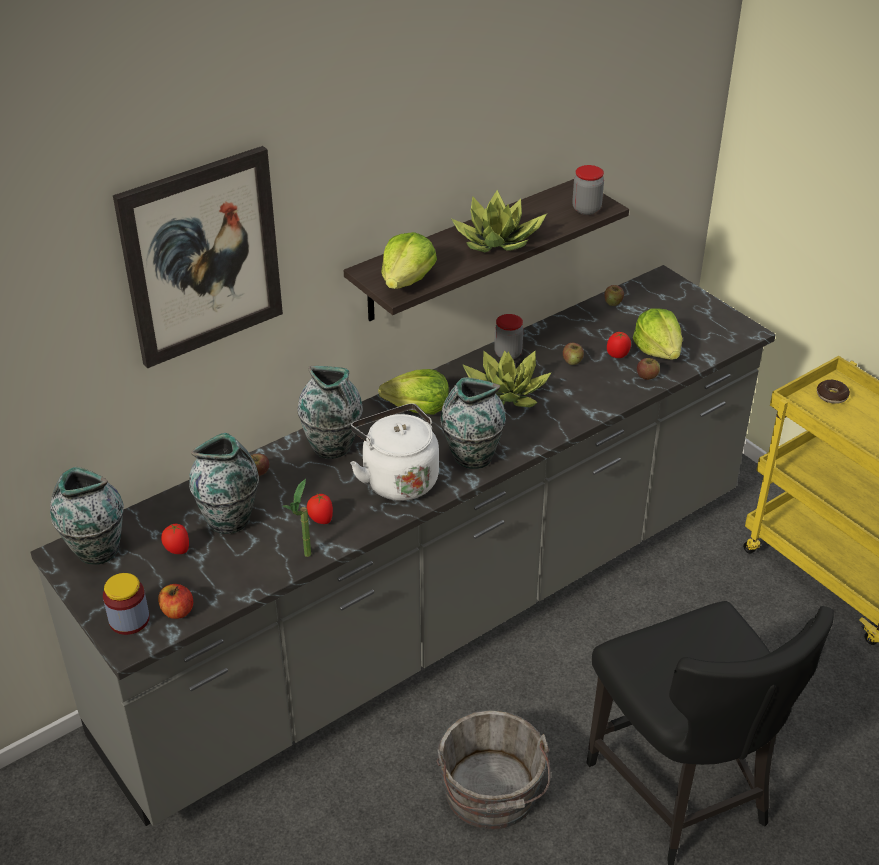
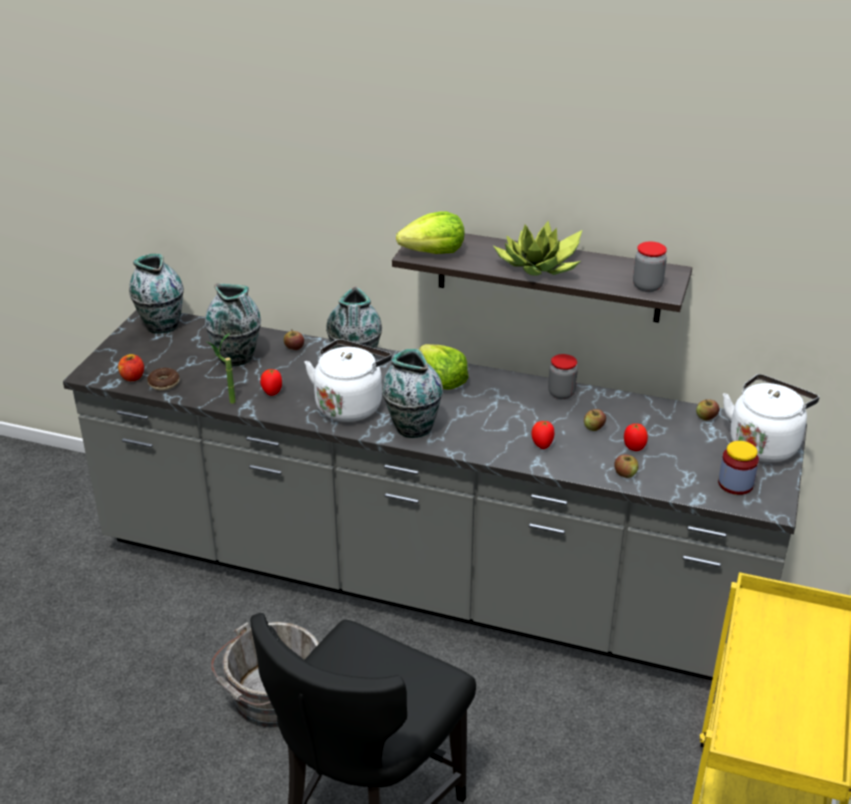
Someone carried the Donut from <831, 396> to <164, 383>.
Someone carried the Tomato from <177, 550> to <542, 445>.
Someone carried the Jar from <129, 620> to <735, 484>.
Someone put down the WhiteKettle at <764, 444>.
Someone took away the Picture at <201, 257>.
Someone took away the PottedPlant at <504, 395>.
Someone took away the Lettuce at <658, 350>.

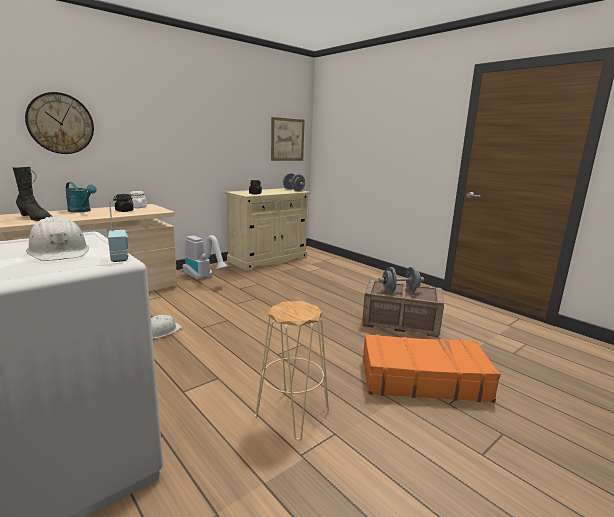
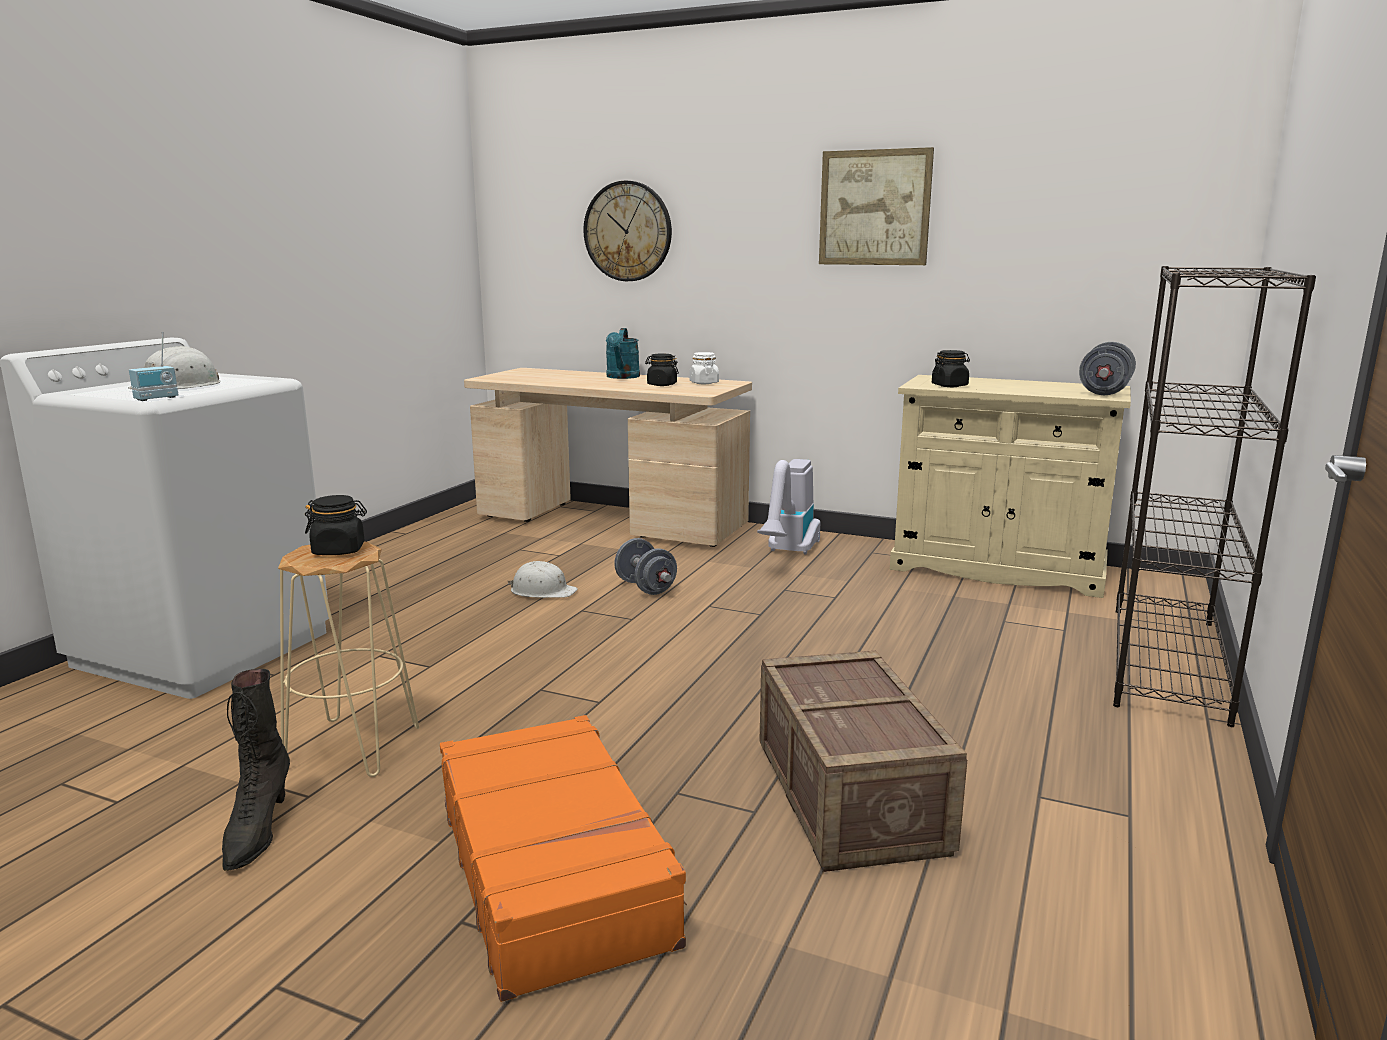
Someone carried the BlackBoot from <35, 218> to <257, 831>.
Someone put down the BlackJar at <339, 550>.
Someone carried the GreyDumbbell from <400, 291> to <645, 587>.
Someone carried the Picture from <287, 139> to <874, 208>.
Someone put down the BlackBookcase at <1168, 662>.

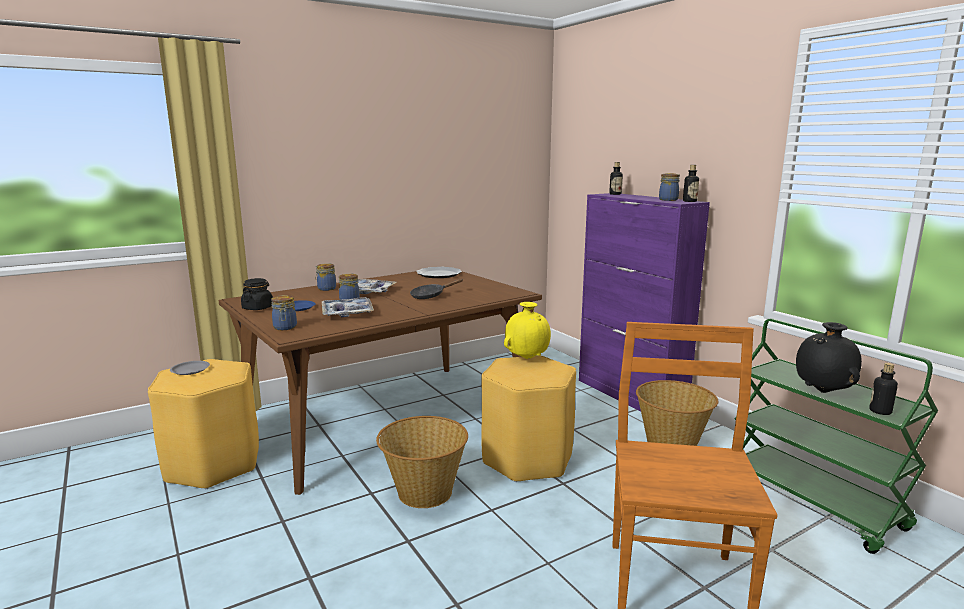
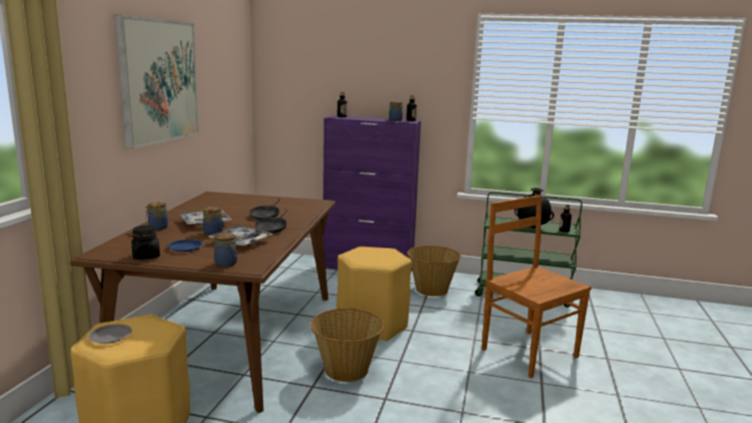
Someone put up the Picture at <159, 81>.
Someone put down the BlackFryingPan at <272, 229>.
Someone took away the Plate at <439, 274>.
Someone took away the YellowVase at <527, 358>.

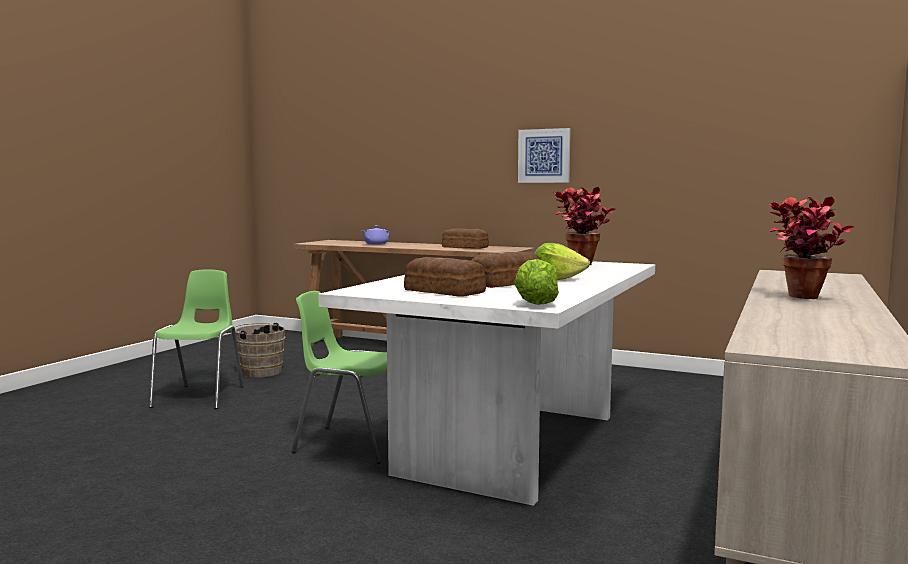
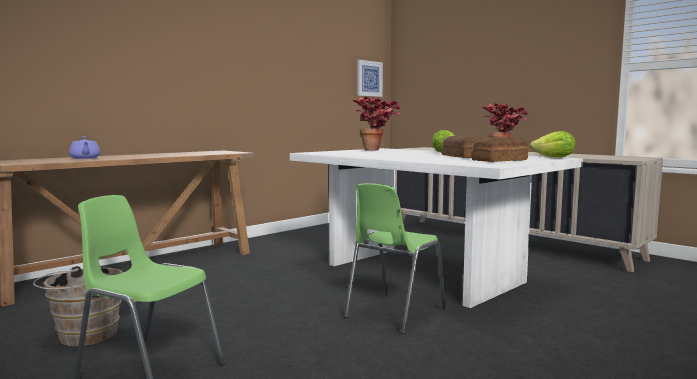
Someone carried the Picture from <544, 156> to <369, 78>.
Someone took away the Bread at <464, 247>.

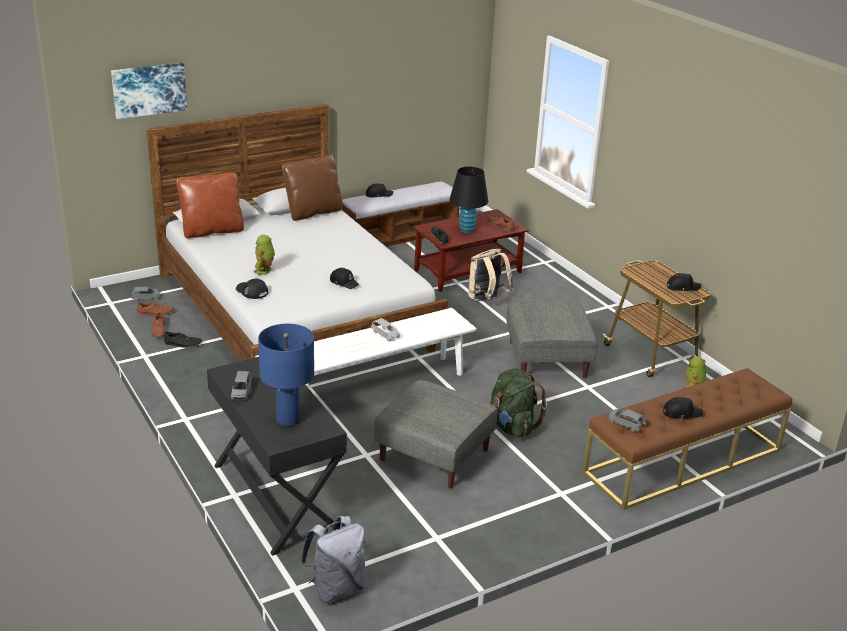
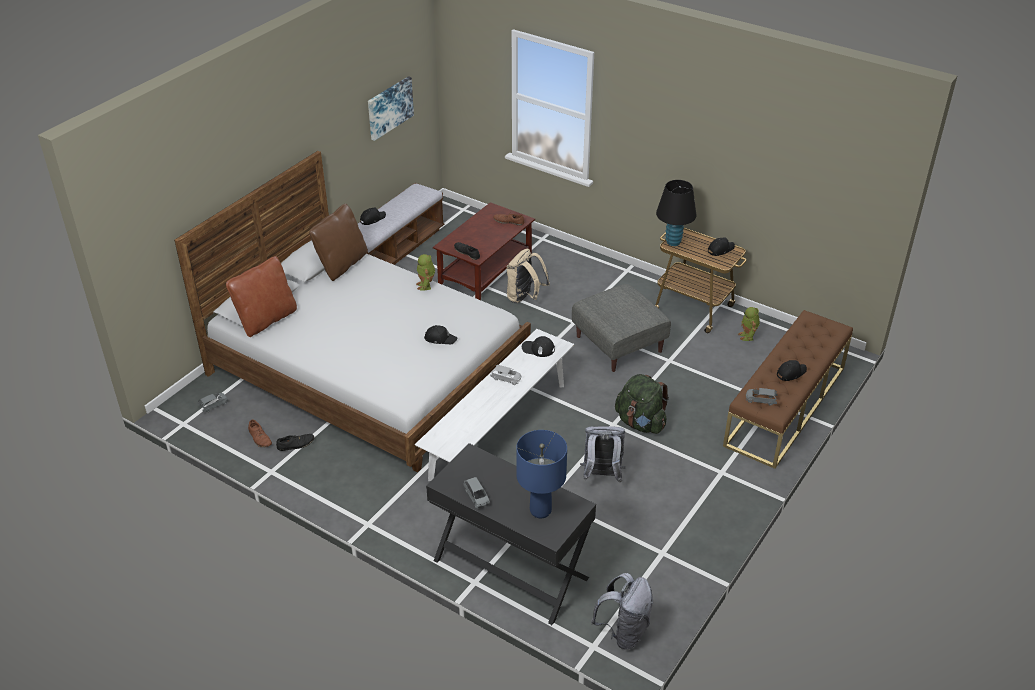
Someone carried the Picture from <149, 89> to <389, 107>.
Someone carried the ToyRobot from <265, 271> to <426, 285>.
Someone carried the BlackCap from <252, 291> to <538, 349>.
Someone swapped the GreyOttoman at <433, 455> for the GreyBackpack at <601, 476>.
Someone carried the BlackTableLamp from <467, 230> to <673, 242>.
Someone took away the BrownShoe at <156, 313>.

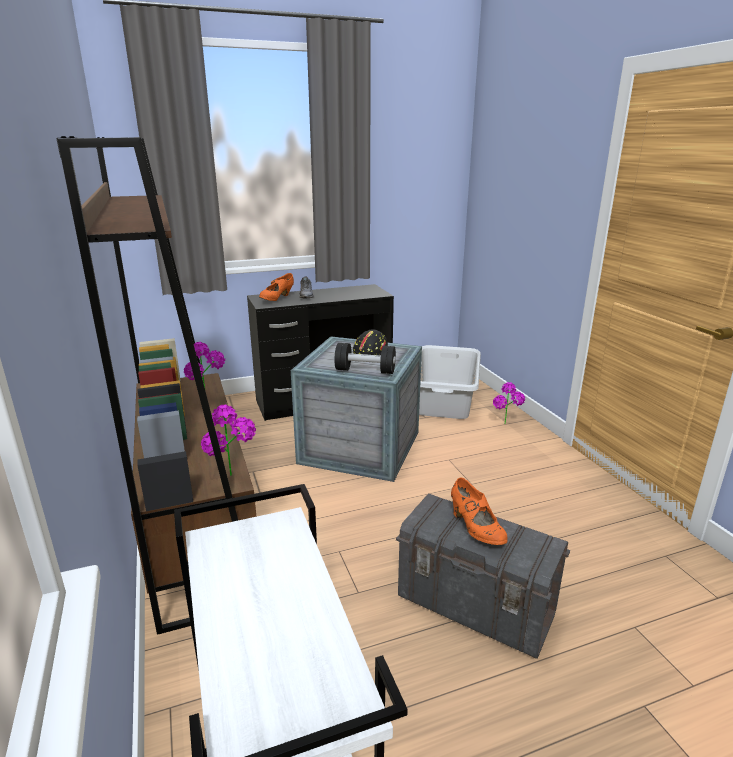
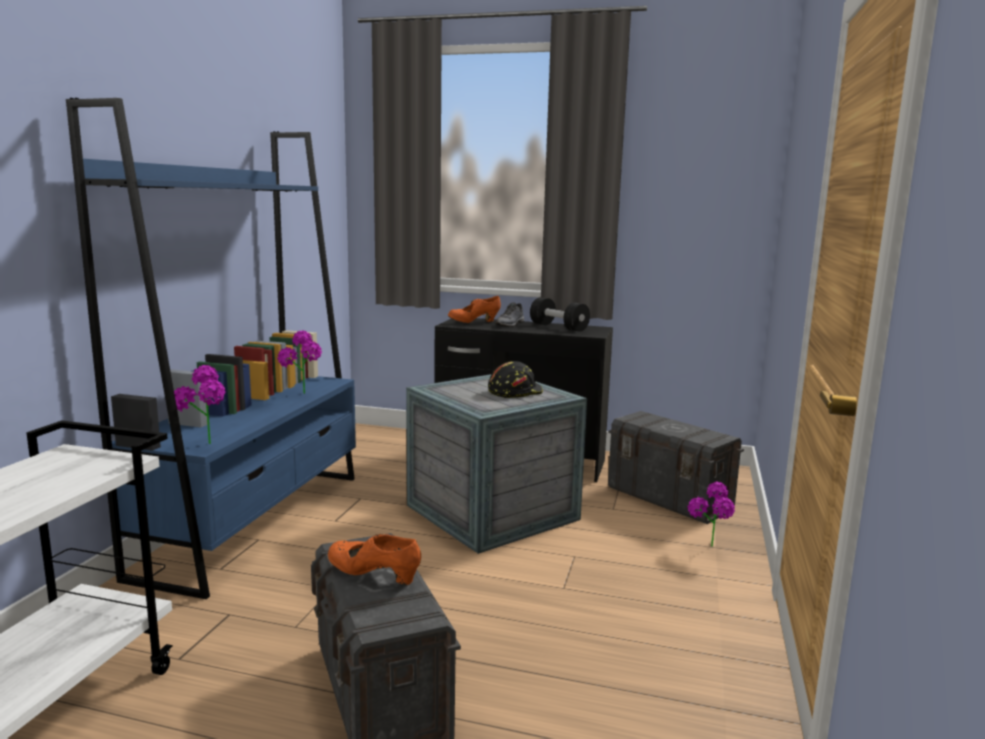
Someone repainted the BrownBookcase at <198, 525>, which became the BlueBookcase at <255, 522>.
Someone rotated the OrangeShoe at <475, 529> by 105 degrees clockwise.
Someone carried the BlackDumbbell from <365, 370> to <558, 327>.
Someone swapped the GreyLaundryBasket at <445, 399> for the GreyStorageBox at <669, 499>.

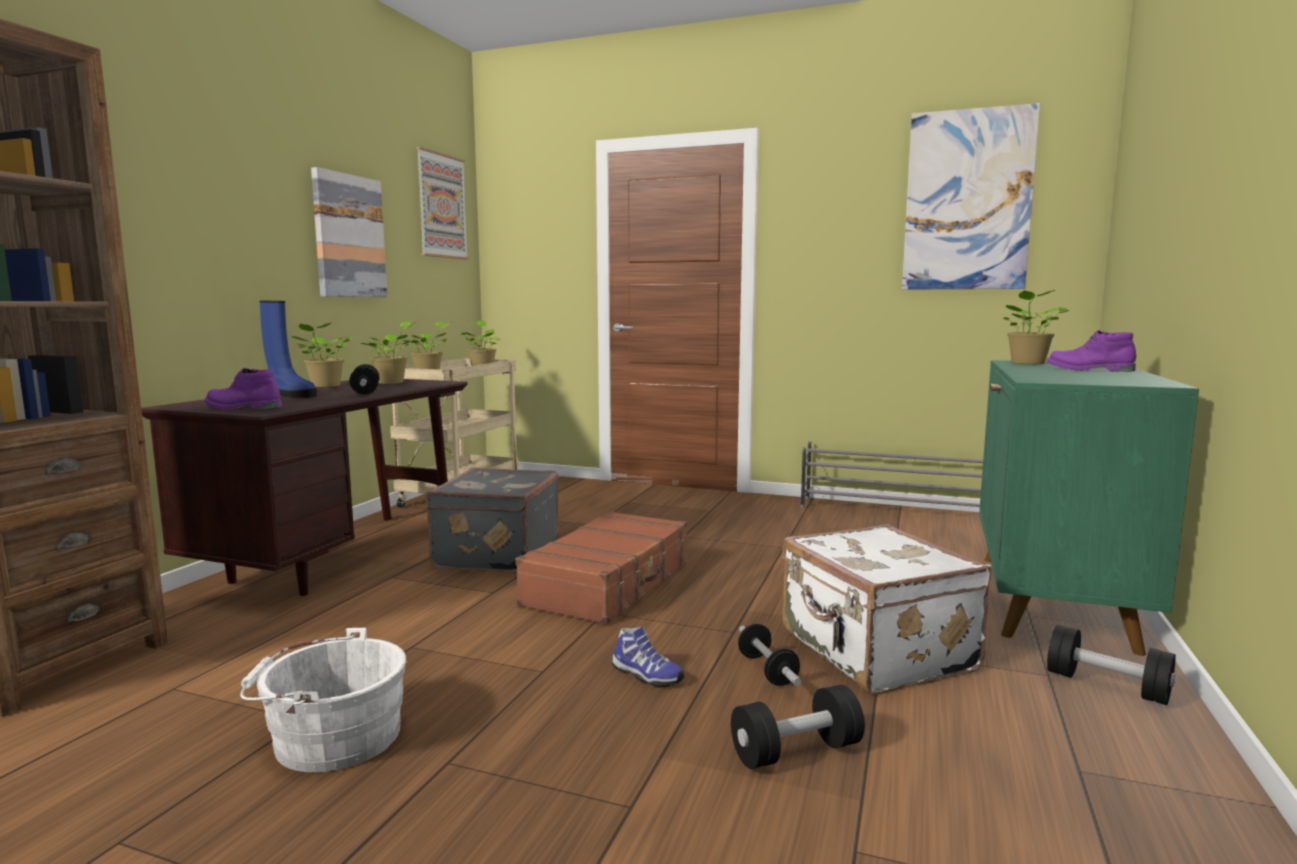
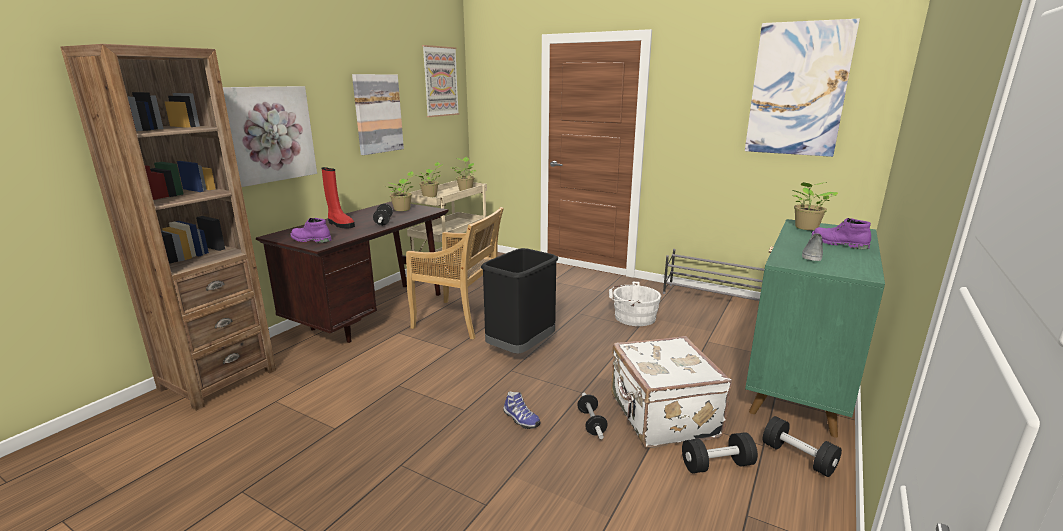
Someone put up the Picture at <268, 134>.
Someone repainted the BlueBoot at <289, 395>, which became the RedBoot at <340, 224>.
Someone swapped the GreySuitcase at <495, 554> for the BeigeChair at <460, 319>.
Someone swapped the BrownSuitcase at <610, 584> for the BlackTrashCan at <520, 348>.
Someone carried the WhiteBucket from <330, 737> to <632, 317>.
Someone carried the BlackDumbbell from <796, 751> to <717, 465>.
Someone put down the GreyShoe at <812, 254>.
Someone took away the PottedPlant at <324, 386>.

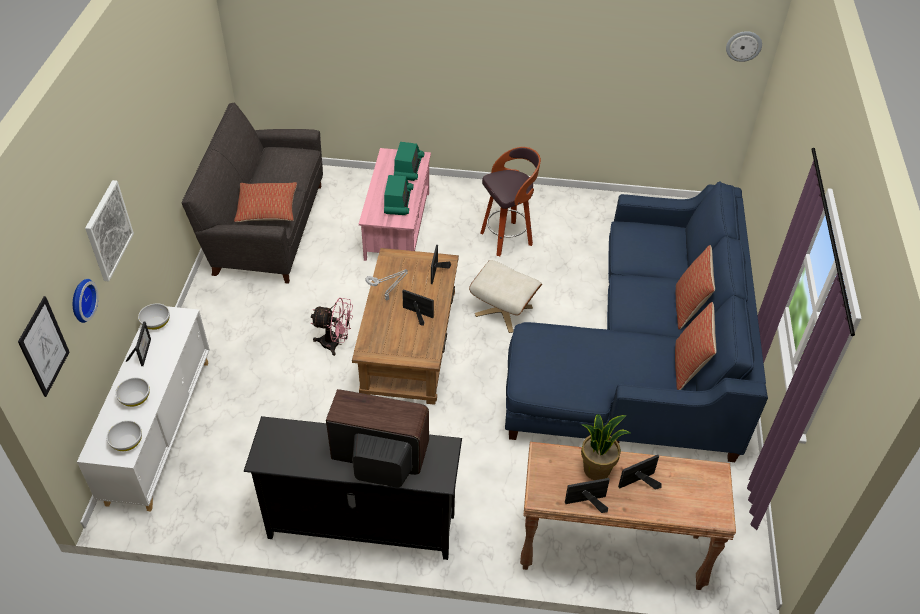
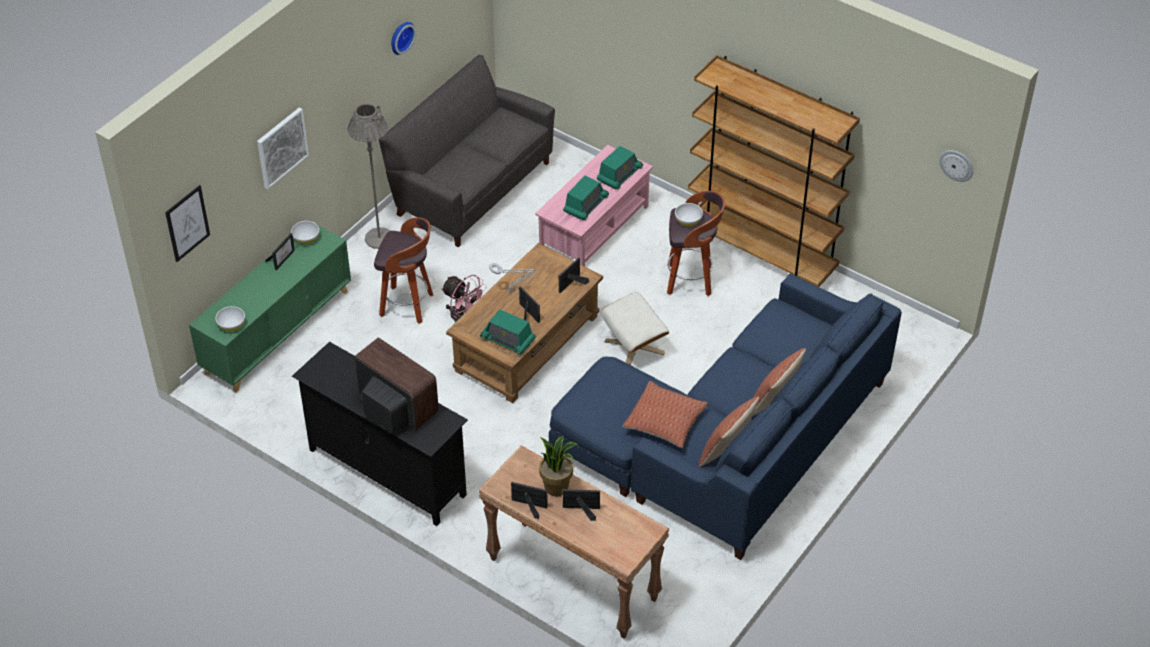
Someone repainted the WhiteCabinet at <159, 429>, which became the GreenCabinet at <278, 332>.
Someone put down the GreyFloorLamp at <379, 238>.
Someone put down the Stool at <408, 305>.
Someone carried the WallClock from <81, 300> to <400, 37>.
Someone put down the Radio at <508, 339>.
Someone carried the Pillow from <267, 209> to <665, 422>.
Someone carried the WhiteBowl from <135, 398> to <688, 220>.
Someone put down the BrownBookcase at <761, 254>.

